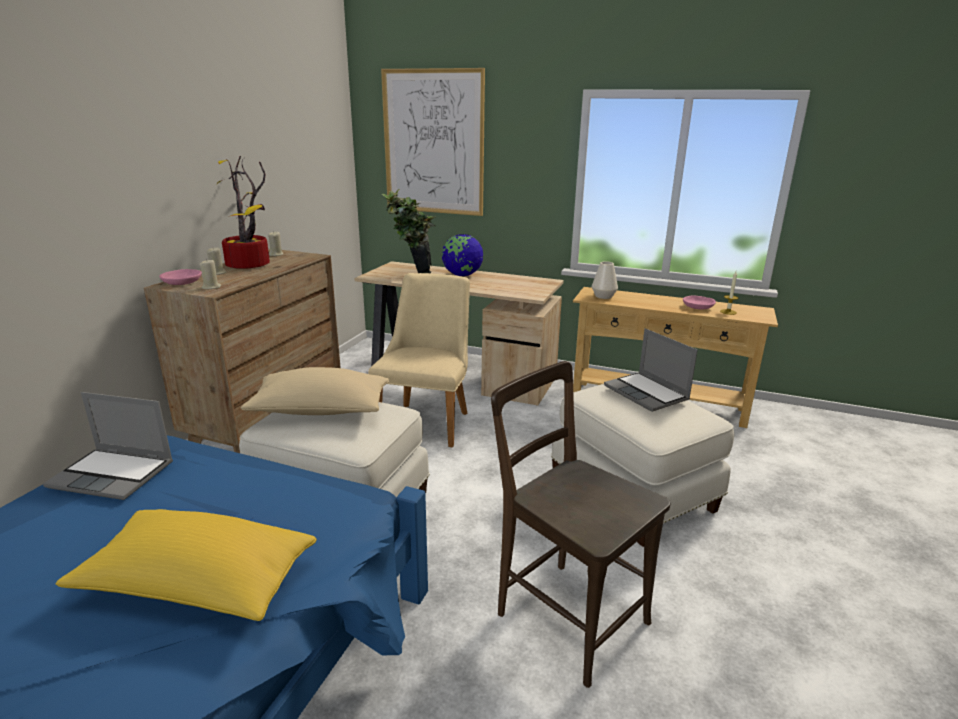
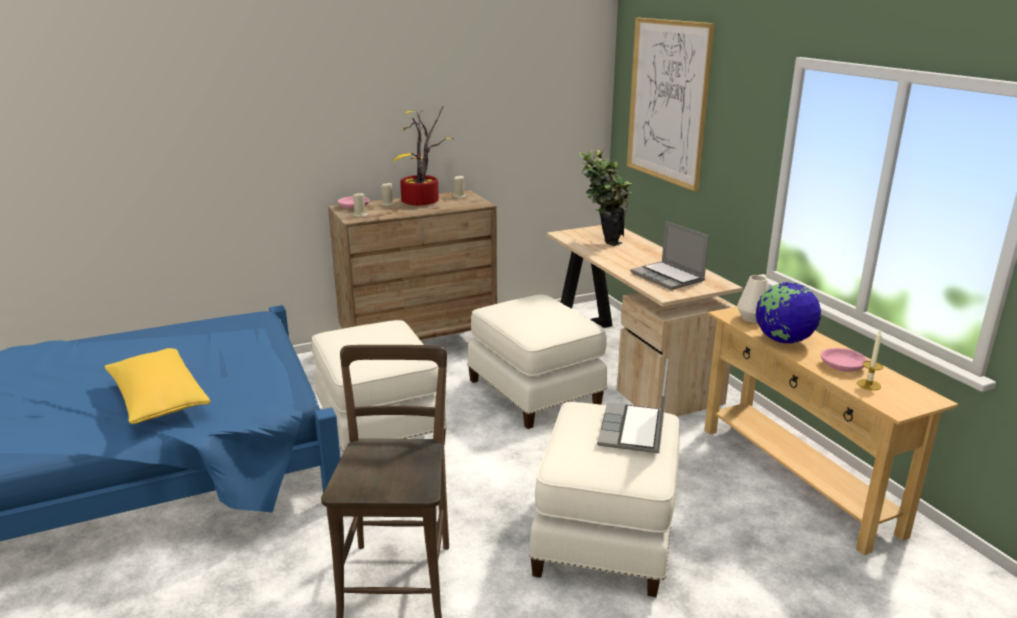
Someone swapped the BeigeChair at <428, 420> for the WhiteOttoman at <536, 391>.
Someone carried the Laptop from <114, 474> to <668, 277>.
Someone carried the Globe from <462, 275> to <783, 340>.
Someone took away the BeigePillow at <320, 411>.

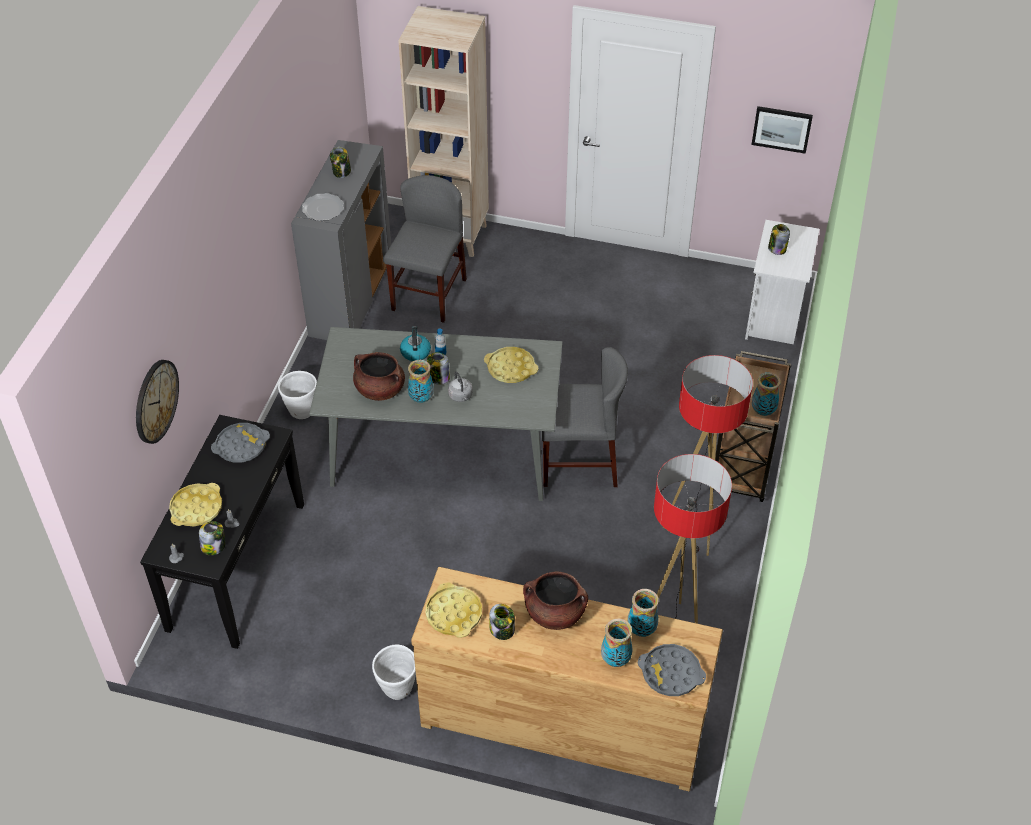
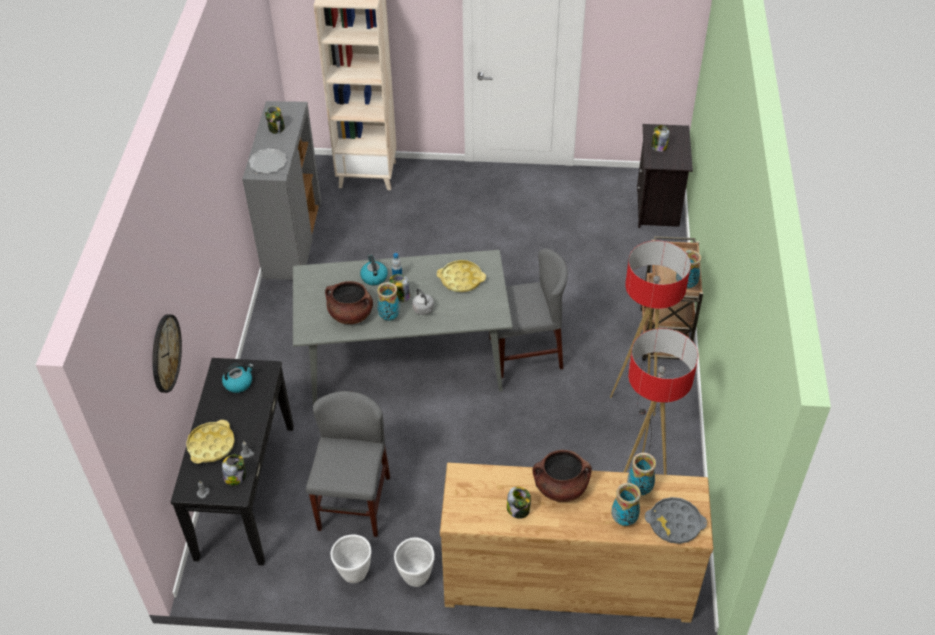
Someone swapped the GreyTray at <241, 446> for the Kettle at <238, 383>.
Someone carried the GreyChair from <429, 295> to <354, 503>.
Someone carried the WhitePlanter from <301, 411> to <354, 573>.
Someone repainted the WhiteNightstand at <774, 319>, which became the BlackNightstand at <658, 208>.
Someone took away the YellowTray at <454, 614>.
Someone took away the Picture at <782, 128>.

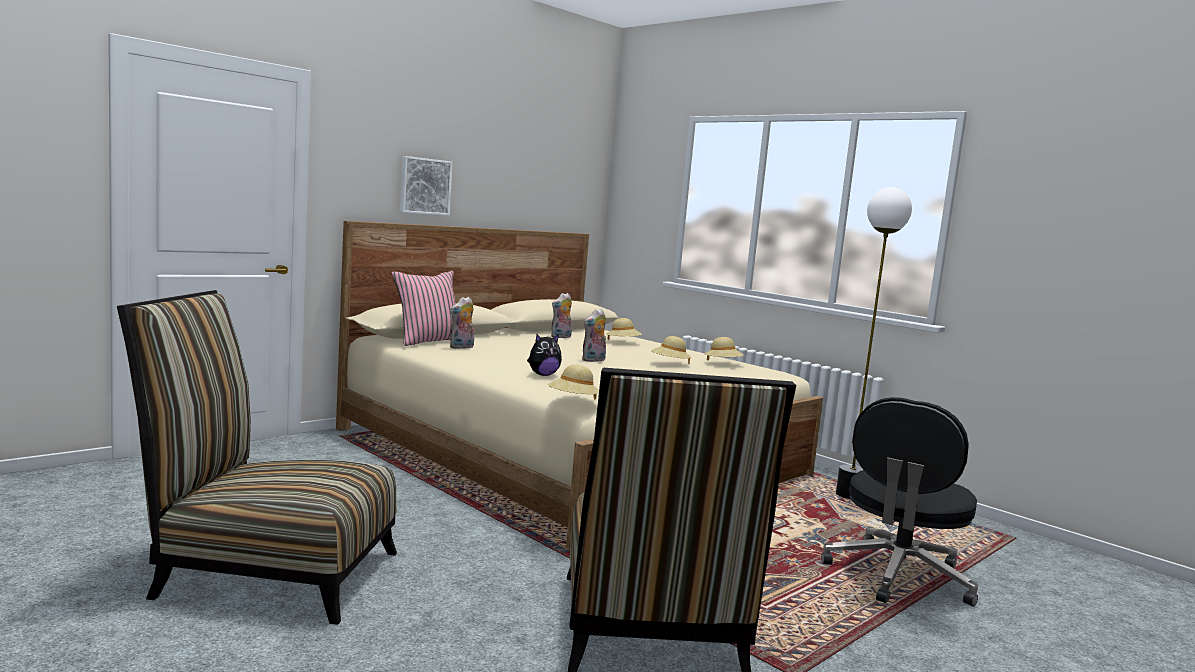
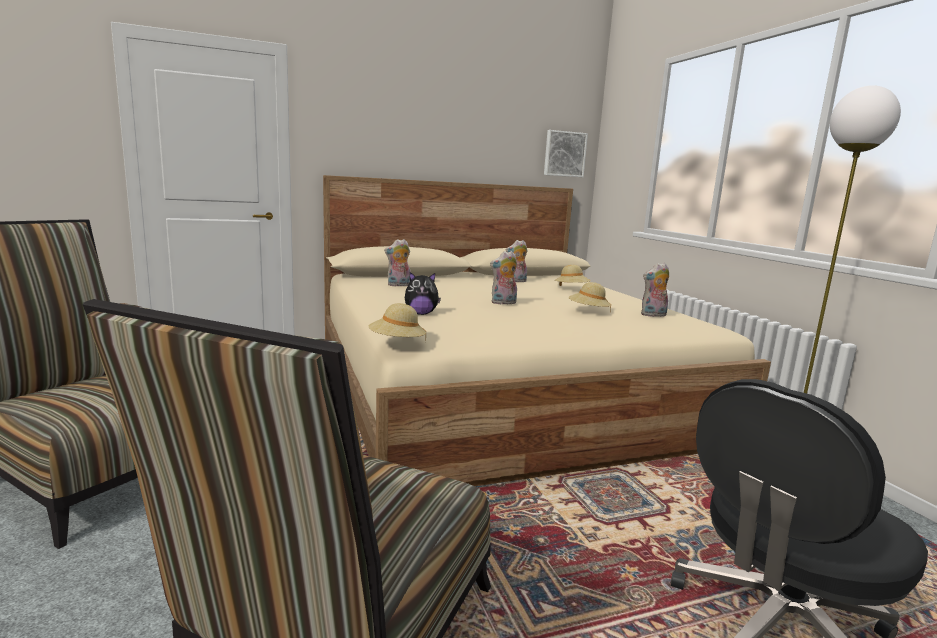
Someone carried the Picture from <424, 186> to <564, 154>.
Someone swapped the BeigeHat at <723, 364> for the PlushToy at <653, 315>.
Someone took away the PinkPillow at <427, 341>.

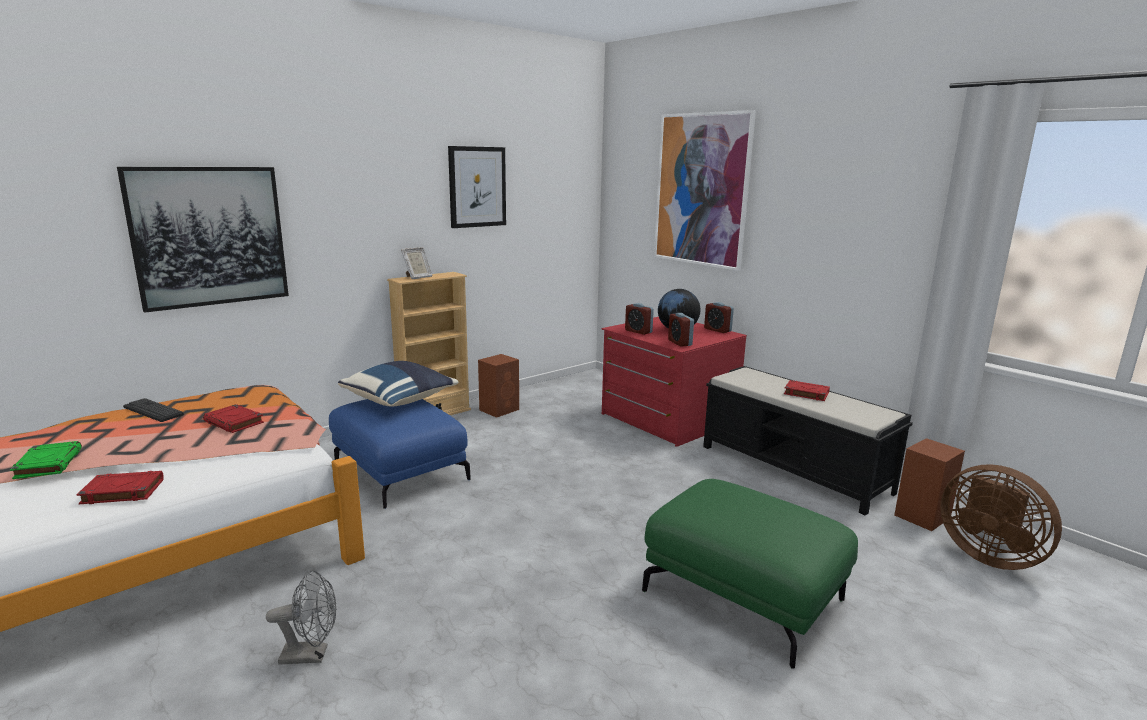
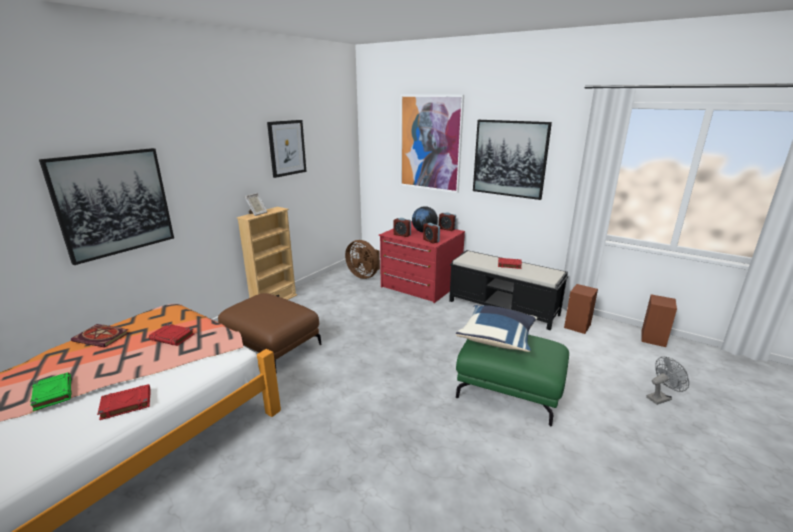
Someone swapped the Keyboard at <153, 411> for the Book at <103, 337>.
Someone repainted the BlueOttoman at <398, 472>, which became the BrownOttoman at <271, 346>.
Someone carried the BrownFan from <988, 555> to <364, 275>.
Someone carried the BluePillow from <400, 400> to <497, 338>.
Someone put up the Picture at <509, 158>.
Someone carried the BrownSpeaker from <500, 409> to <653, 338>.
Someone carried the GreyFan from <311, 654> to <661, 397>.

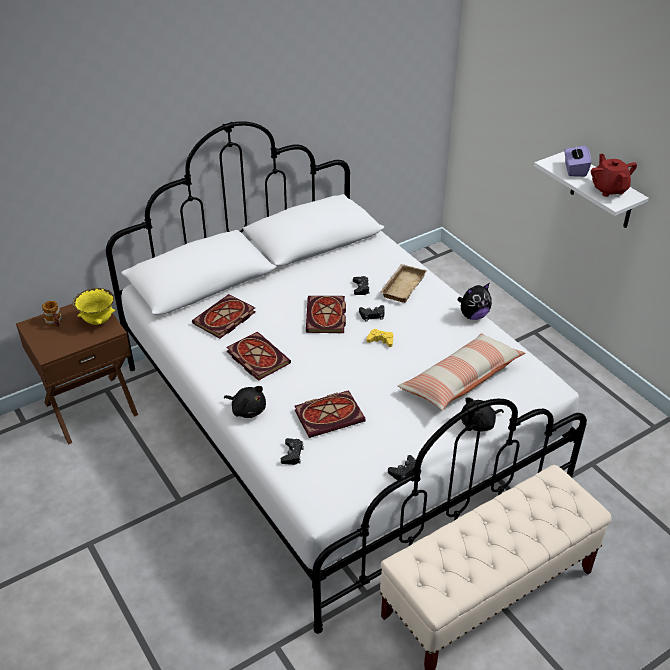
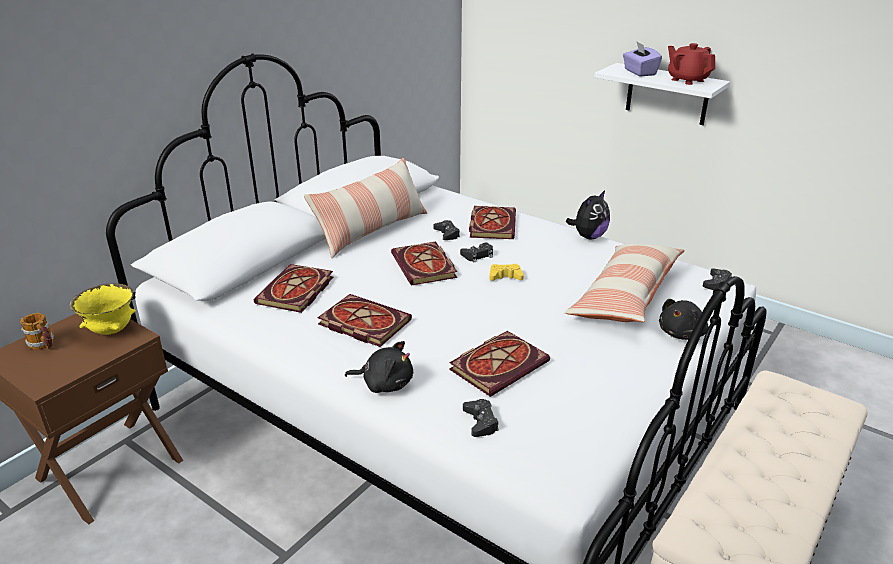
Someone put down the Pillow at <372, 230>.
Someone swapped the BeigeTray at <402, 286> for the Book at <491, 224>.
Someone carried the BlackGameController from <404, 471> to <717, 284>.

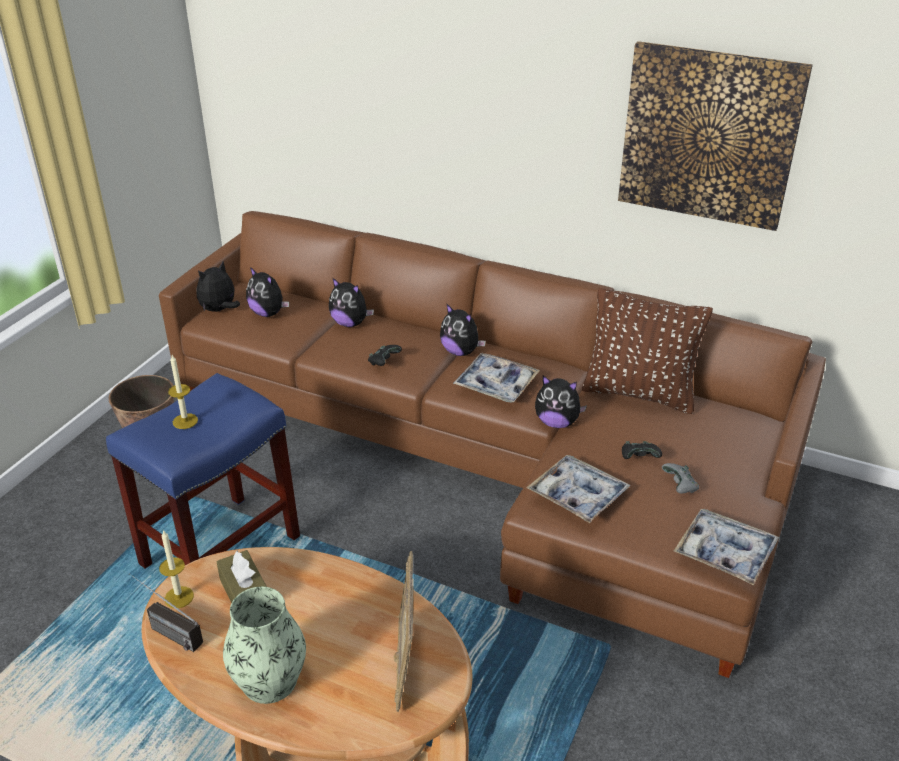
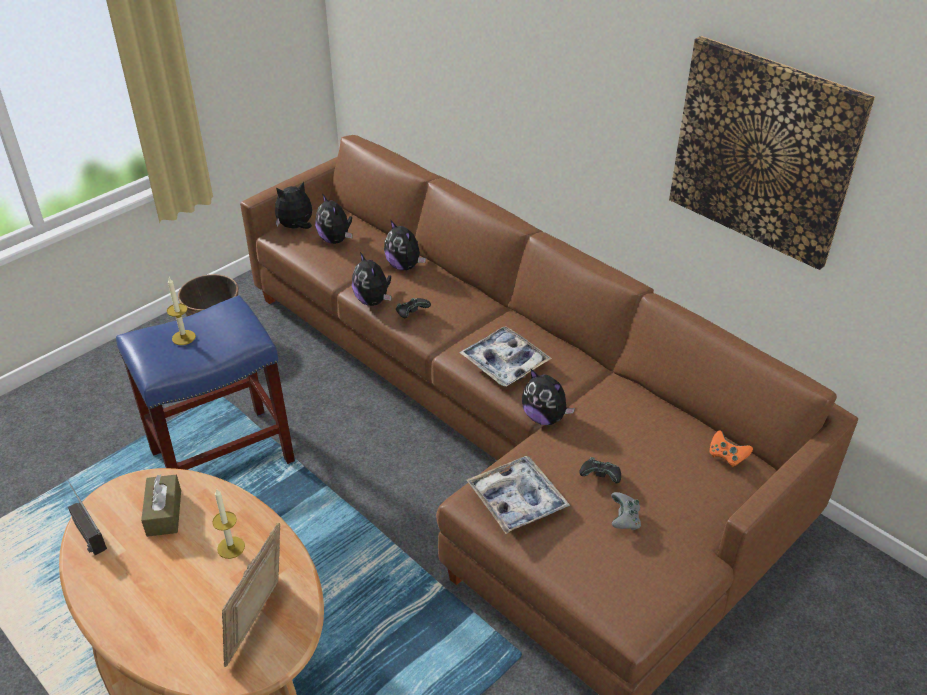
Someone carried the Candle from <179, 597> to <231, 547>.
Someone carried the PlushToy from <461, 352> to <373, 301>.
Someone put down the OrangeGameController at <726, 456>.
Someone took away the Vase at <269, 680>.
Someone took away the BrownPillow at <639, 394>.
Someone took away the Tray at <725, 553>.

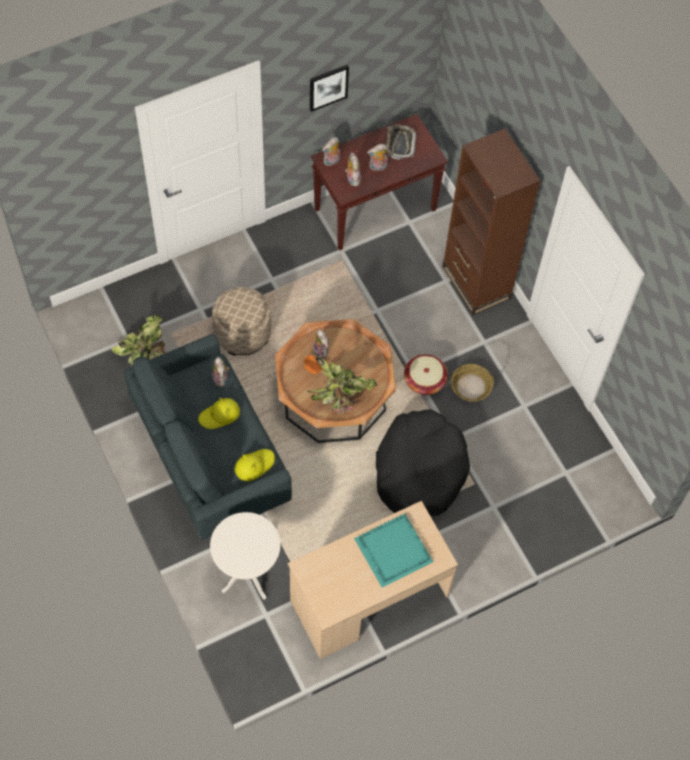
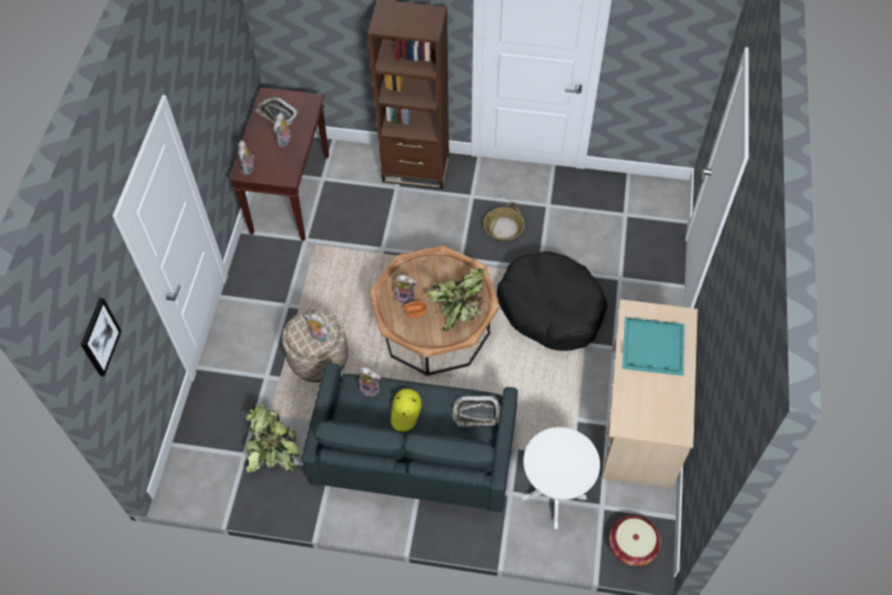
Someone carried the Picture from <328, 87> to <99, 337>.
Someone carried the PlushToy from <352, 178> to <318, 336>.
Someone swapped the YellowHat at <254, 465> for the Tray at <476, 413>.
Someone carried the Basket from <424, 380> to <632, 545>.

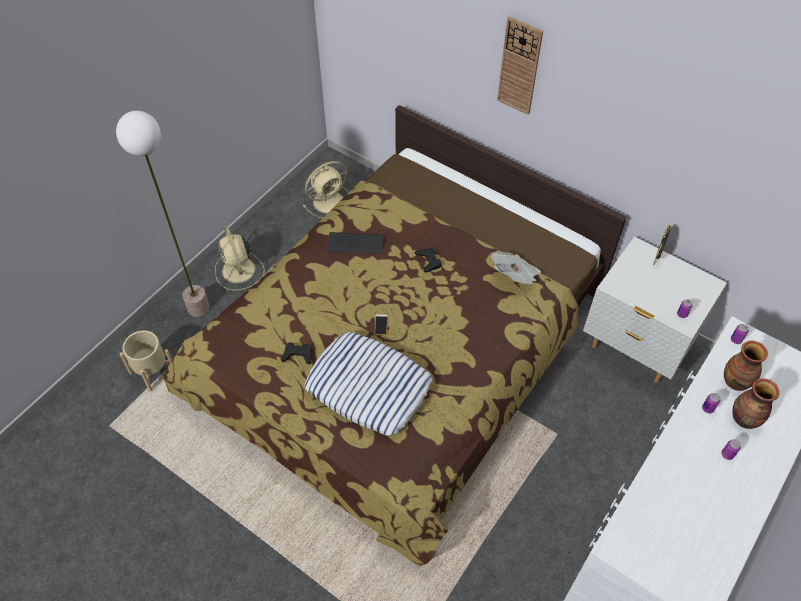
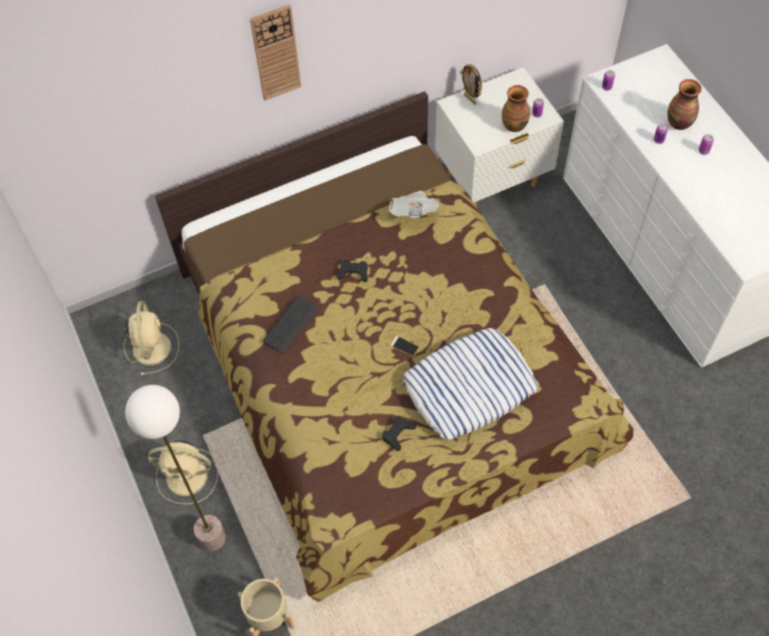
Someone carried the Vase from <736, 381> to <514, 125>.

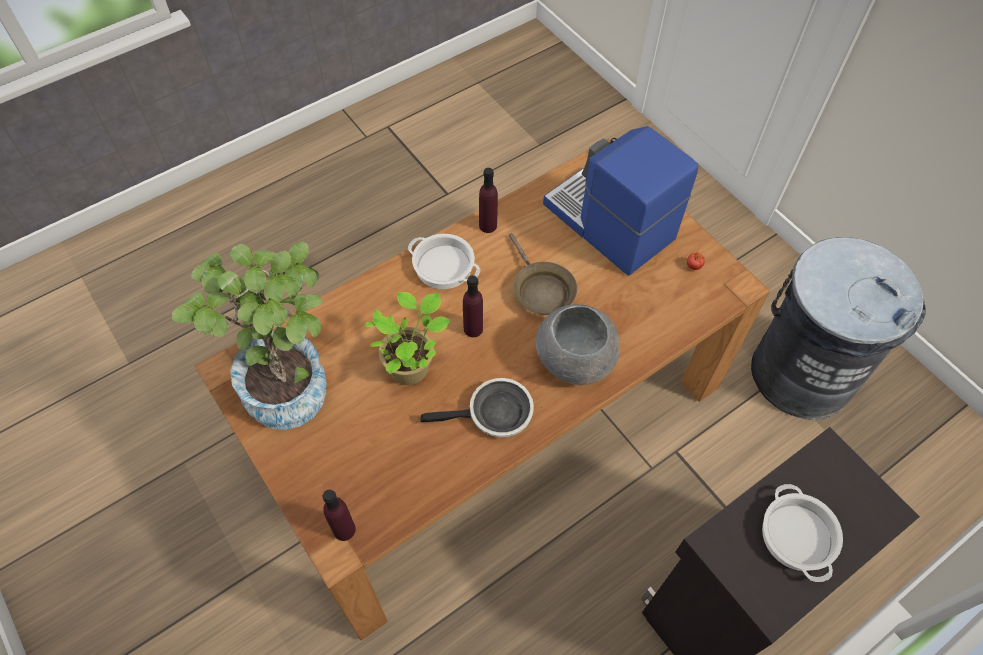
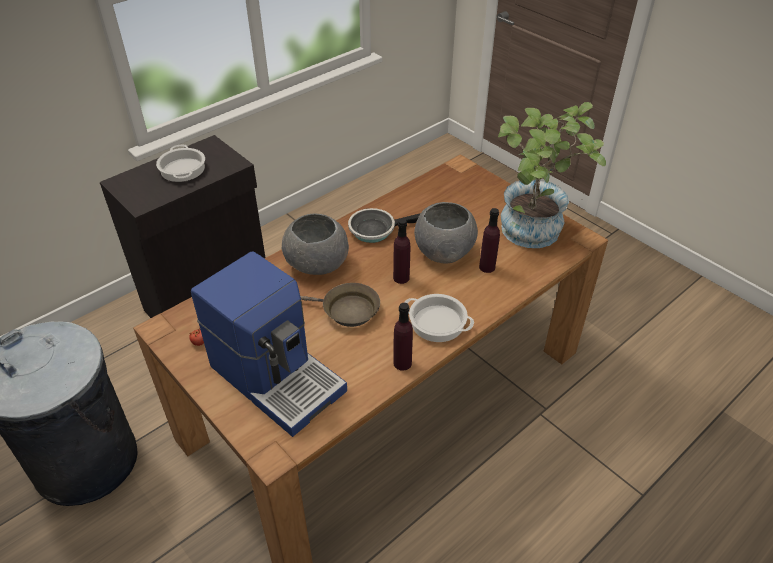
Someone rotated the BrownFryingPan at <540, 290> by 135 degrees clockwise.
Someone swapped the PottedPlant at <411, 366> for the GreyBowl at <444, 251>.
Someone carried the PurpleBottle from <344, 529> to <487, 267>.

